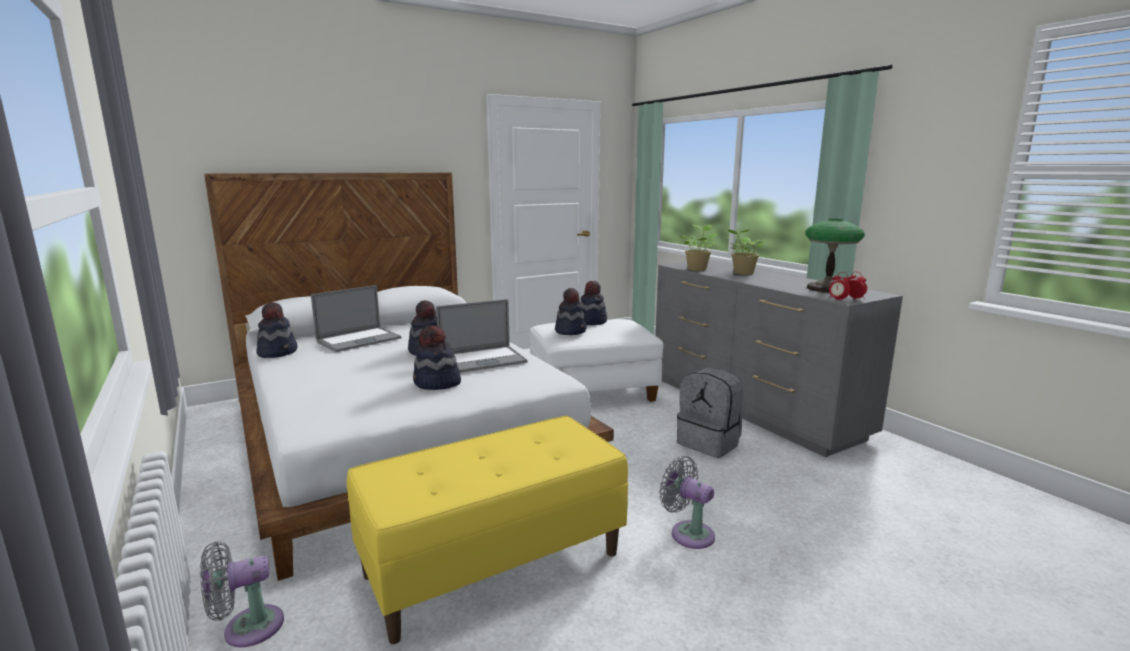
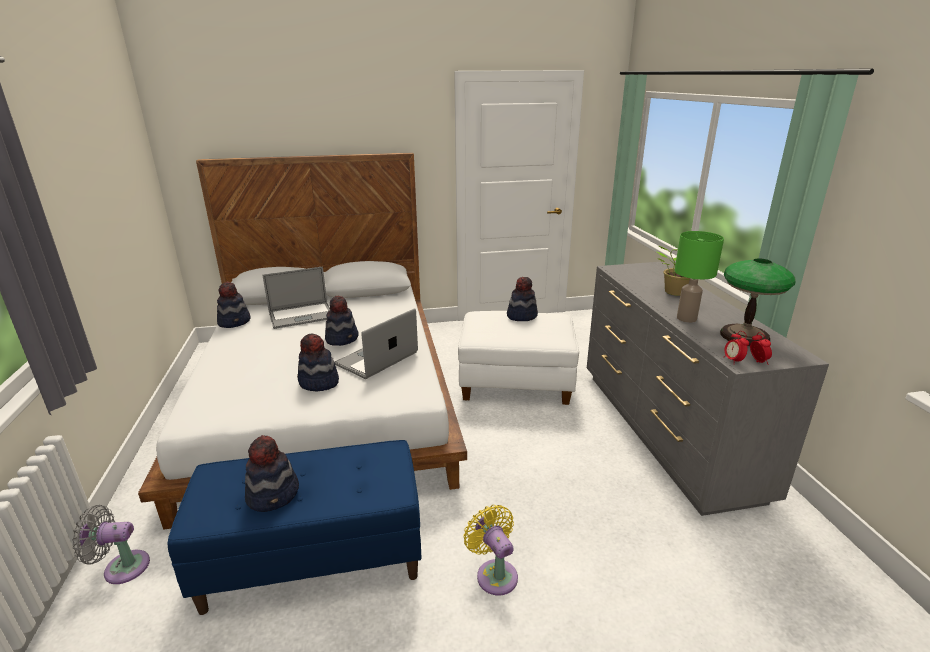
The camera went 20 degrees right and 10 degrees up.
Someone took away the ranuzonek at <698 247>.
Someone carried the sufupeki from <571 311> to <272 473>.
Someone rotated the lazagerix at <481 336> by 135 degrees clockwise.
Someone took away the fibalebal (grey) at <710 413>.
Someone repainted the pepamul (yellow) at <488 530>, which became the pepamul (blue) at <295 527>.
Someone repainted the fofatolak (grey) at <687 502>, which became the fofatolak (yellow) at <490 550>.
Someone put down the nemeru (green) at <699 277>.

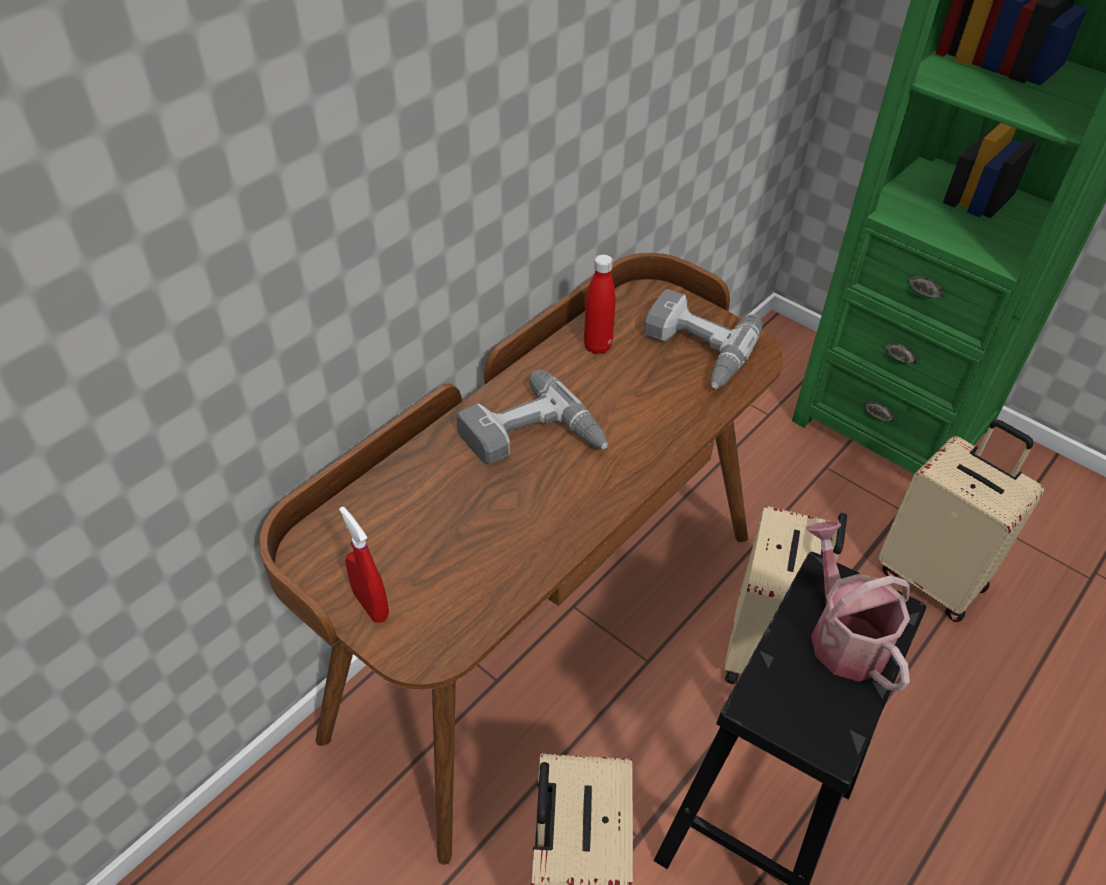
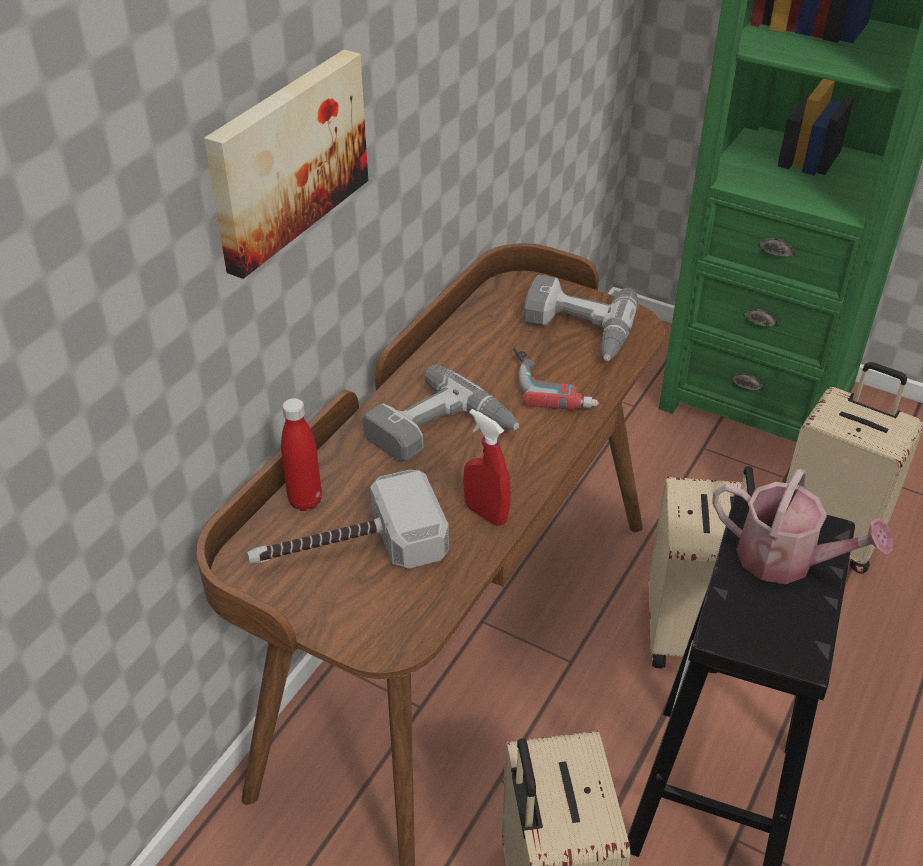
The camera went 10 degrees left and 5 degrees down.
Someone carried the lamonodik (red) from <600 304> to <301 454>.
Someone carried the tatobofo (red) from <364 565> to <487 467>.
Someone rotated the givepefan at <858 606> by 150 degrees clockwise.
Someone put up the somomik at <286 164>.
Someone put down the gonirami at <556 378>.
Someone put down the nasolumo at <348 519>.

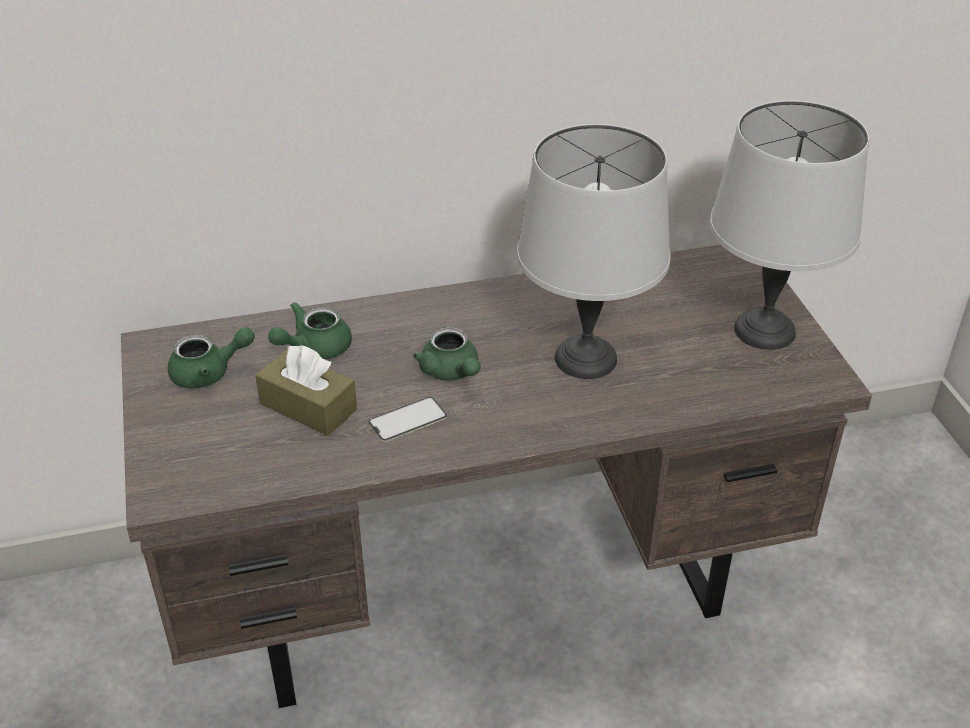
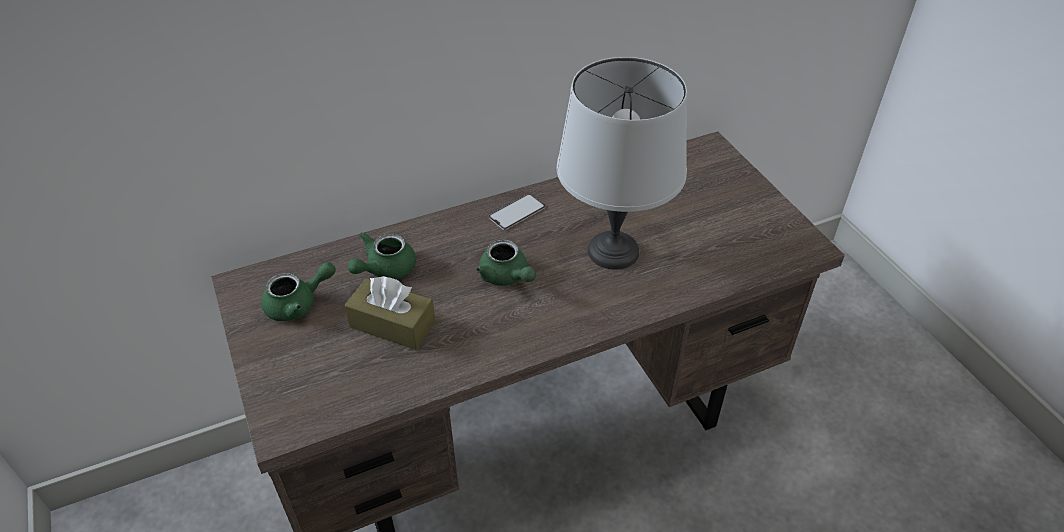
The camera went 10 degrees left and 5 degrees up.
Someone took away the nemeru (grey) at <789 225>.
Someone carried the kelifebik from <407 419> to <517 212>.

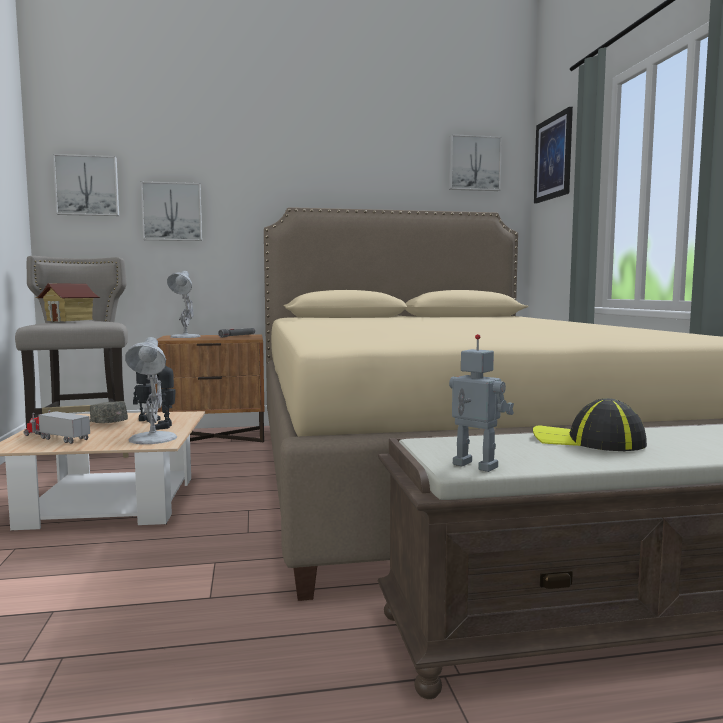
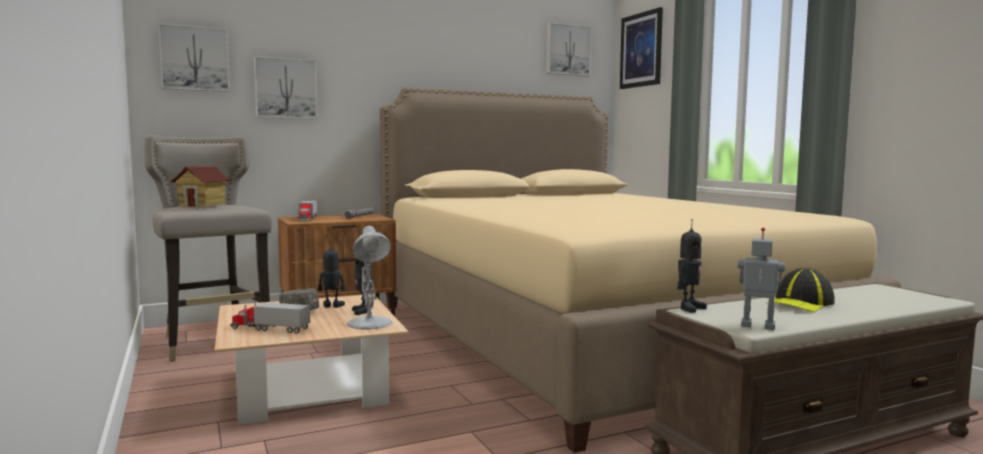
The camera went 15 degrees left and 0 degrees up.
Someone swapped the nemeru (white) at <184 304> for the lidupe at <307 210>.
Someone rotated the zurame at <590 424> by 60 degrees counterclockwise.
Someone put down the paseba at <692 266>.

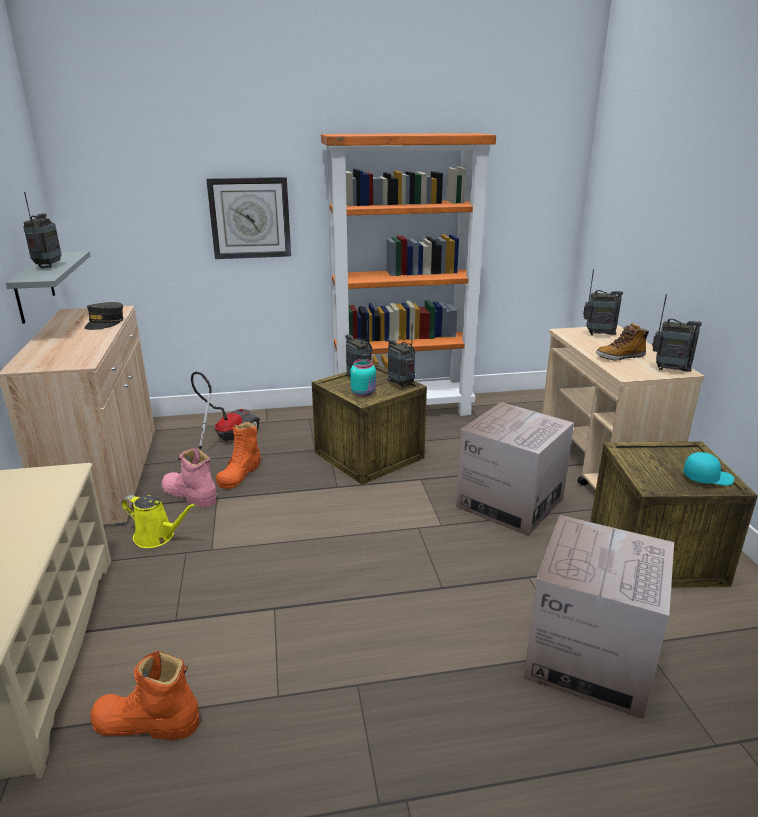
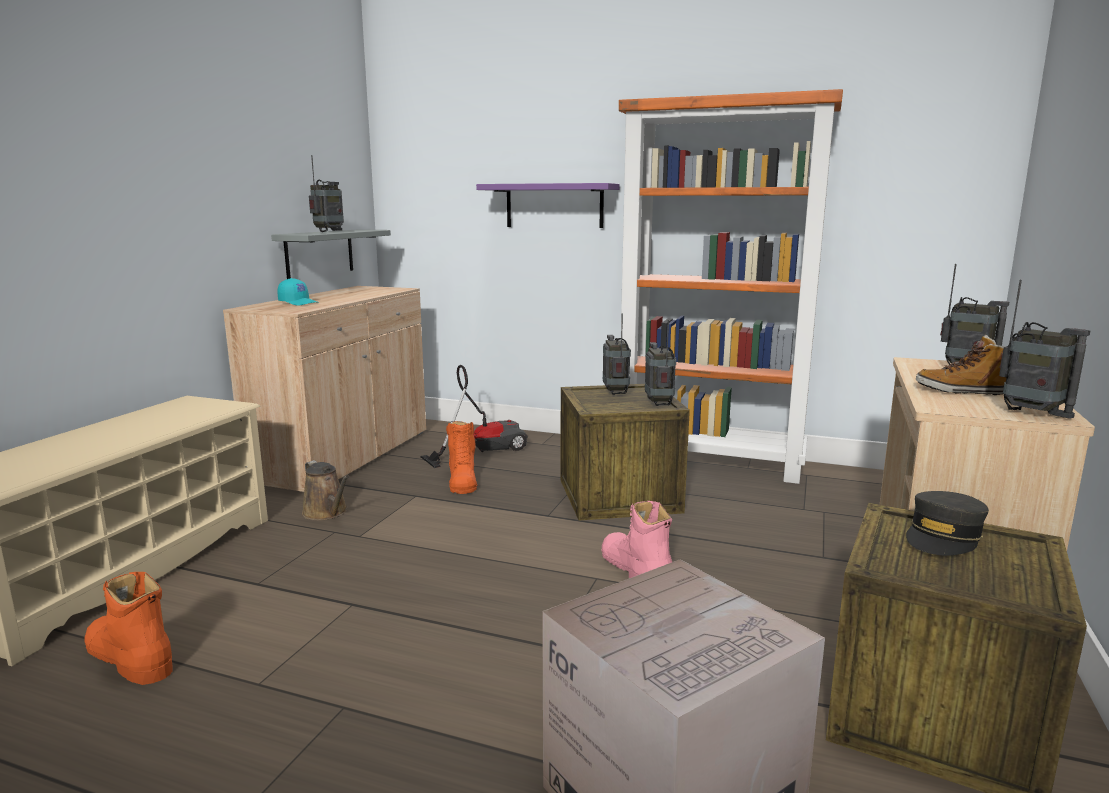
The camera went 30 degrees right and 10 degrees down.
Someone swapped the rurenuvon at <248 218> for the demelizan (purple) at <547 205>.
Someone carried the zurame (grey) from <103 316> to <947 523>.
Someone took away the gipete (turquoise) at <363 378>.
Someone took away the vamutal at <515 469>.
Someone rotated the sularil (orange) at <238 455> by 60 degrees counterclockwise.
Someone carried the sularil (pink) from <188 477> to <636 539>.
Someone carried the zurame (turquoise) from <708 469> to <298 292>.
Someone repainted the givepefan (yellow) at <159 521>, which became the givepefan (brown) at <325 490>.

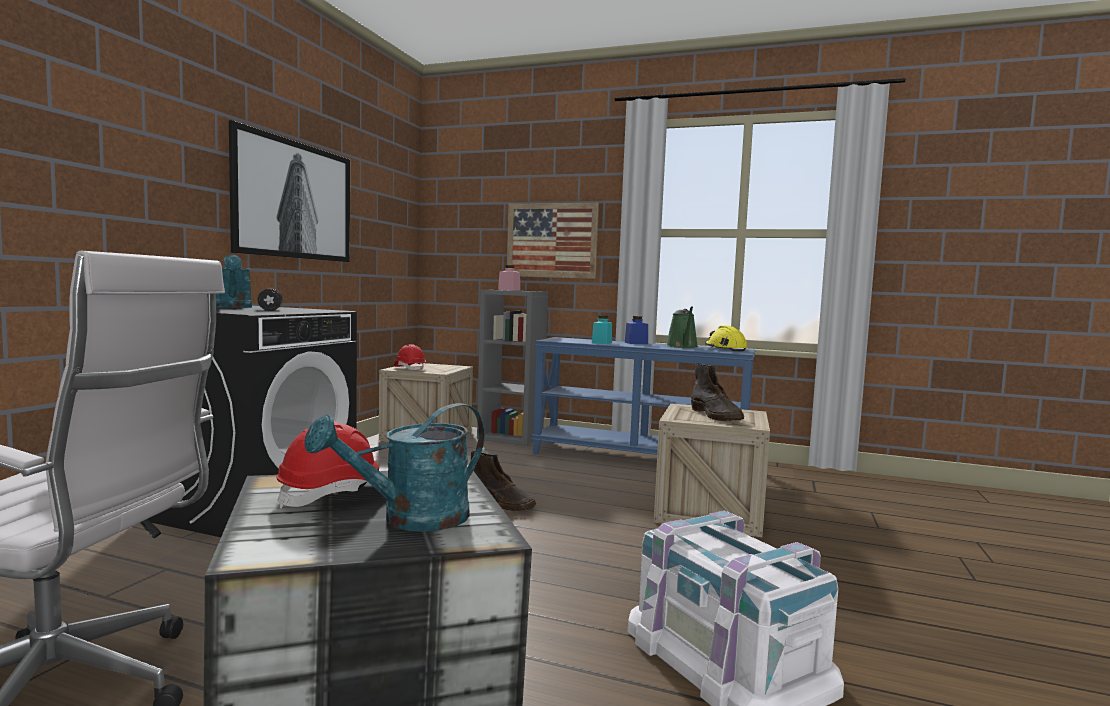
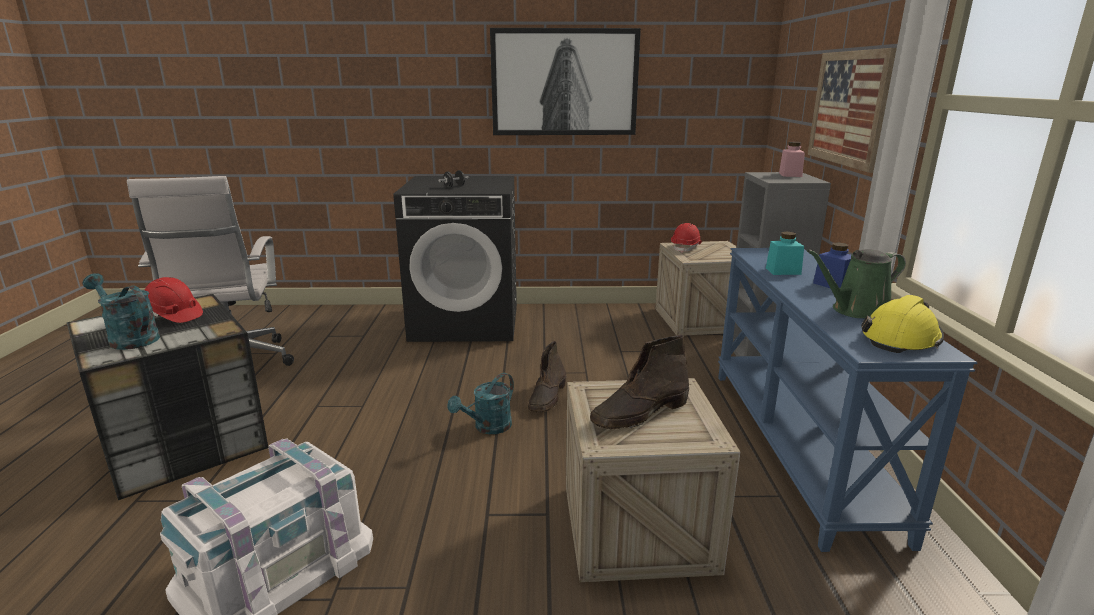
The camera went 70 degrees right and 15 degrees up.
Someone carried the givepefan (turquoise) from <234 281> to <481 403>.

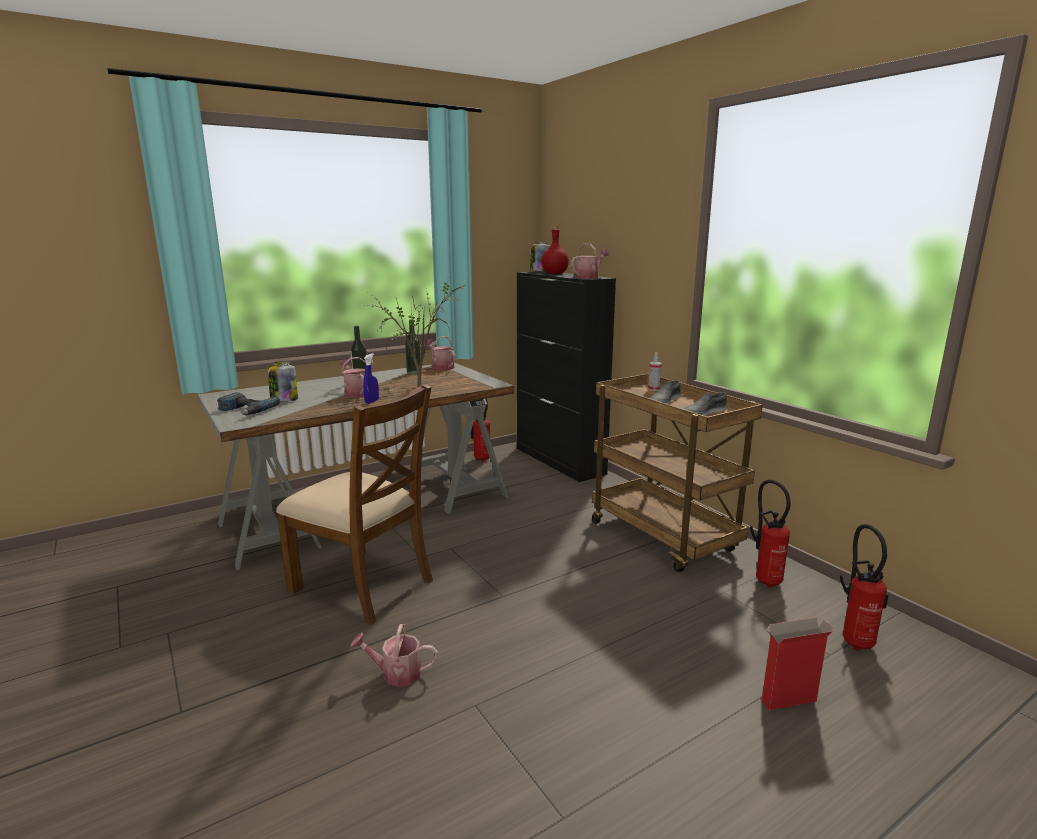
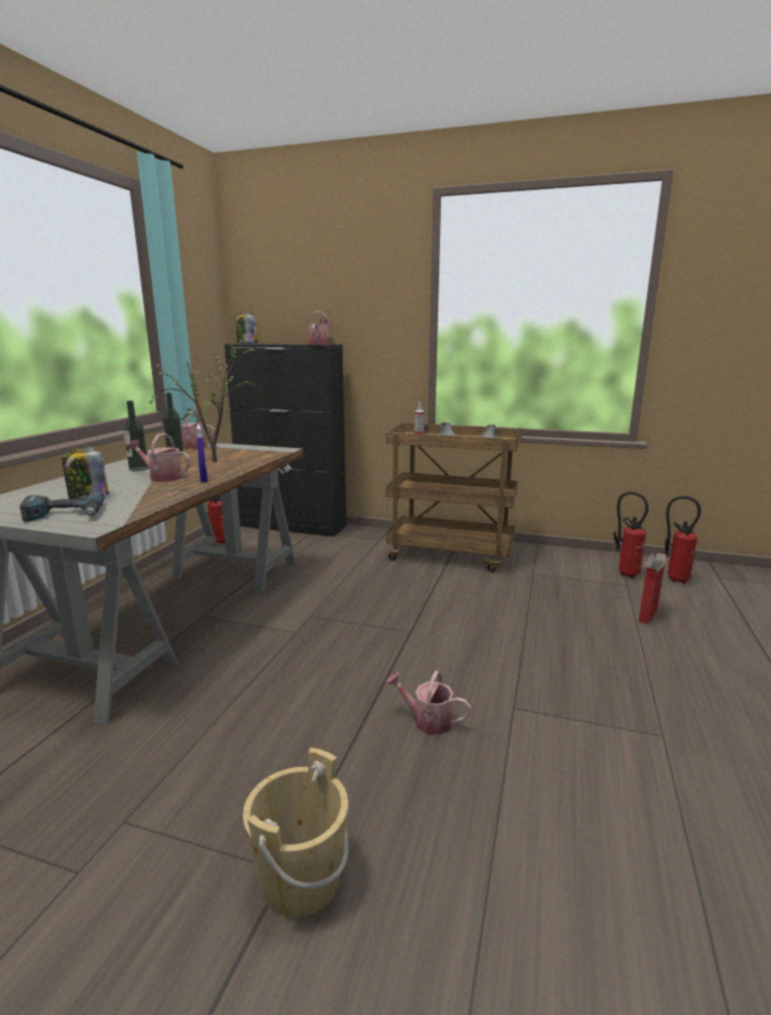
The camera went 40 degrees left and 0 degrees up.
Someone took away the lamonodik (red) at <555 250>.
Someone took away the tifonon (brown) at <354 504>.
Someone carried the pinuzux from <770 534> to <683 539>.
Someone rotated the givepefan at <394 655> by 60 degrees clockwise.
Someone put down the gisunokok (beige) at <295 833>.

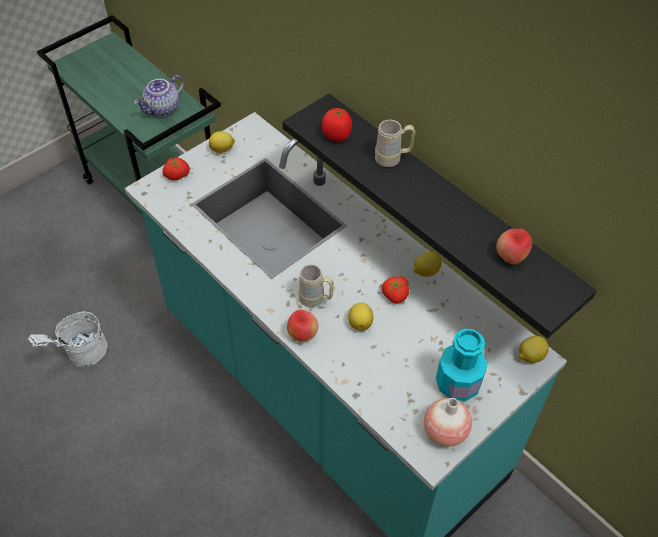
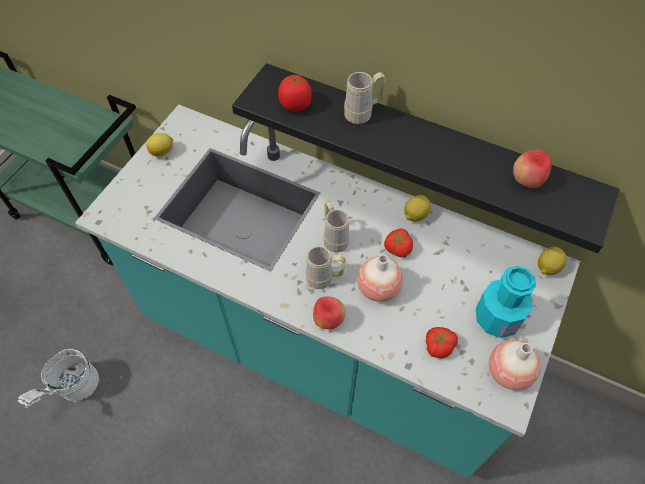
The camera went 20 degrees left and 5 degrees up.
Someone took away the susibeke at <159 96>.
Someone carried the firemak from <176 168> to <442 343>.
Someone swapped the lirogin at <360 317> for the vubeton at <380 278>.
Someone put down the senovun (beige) at <337 226>.

